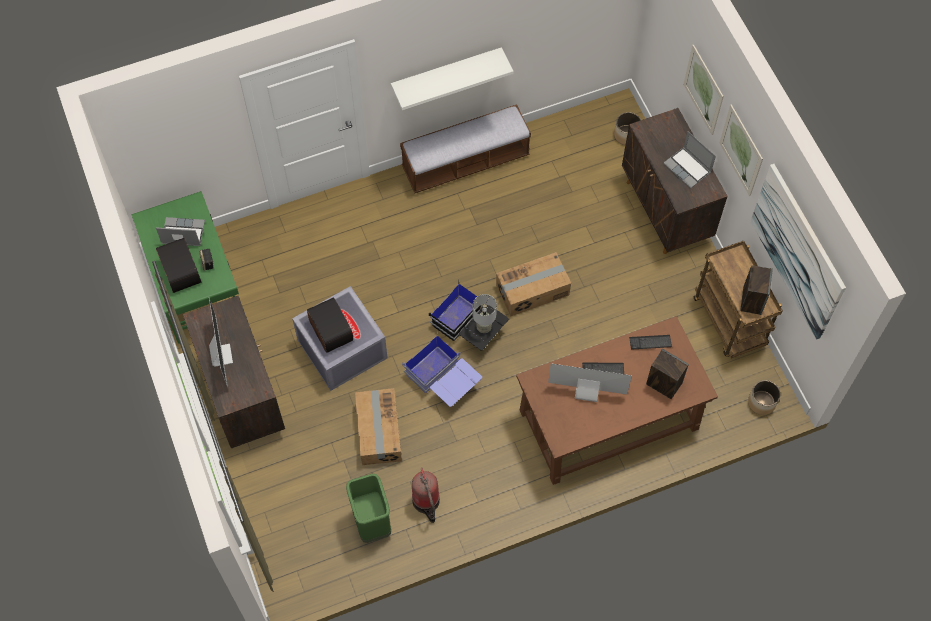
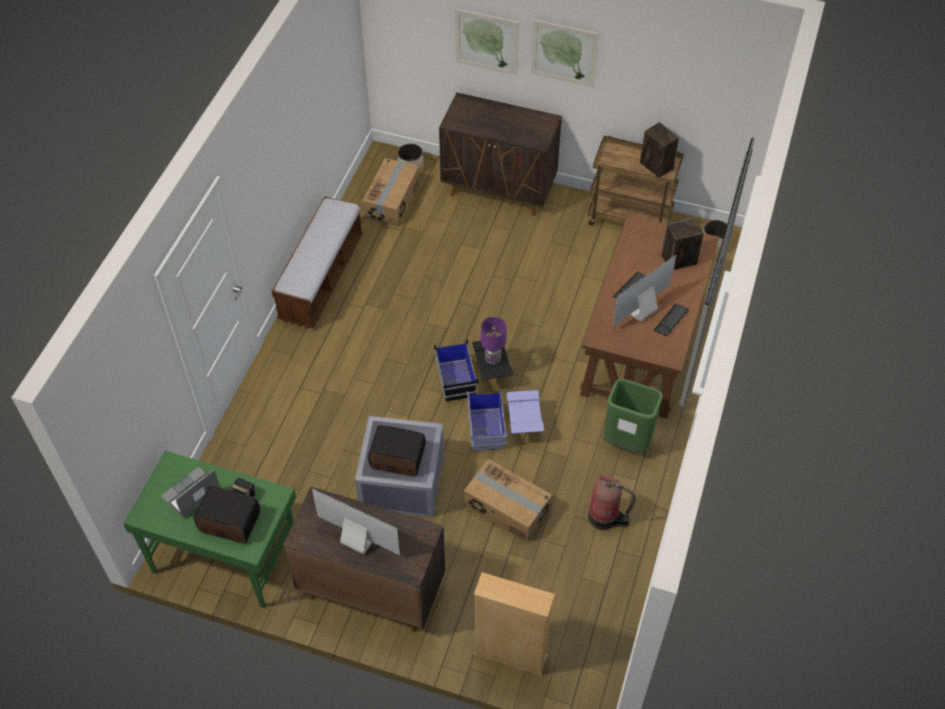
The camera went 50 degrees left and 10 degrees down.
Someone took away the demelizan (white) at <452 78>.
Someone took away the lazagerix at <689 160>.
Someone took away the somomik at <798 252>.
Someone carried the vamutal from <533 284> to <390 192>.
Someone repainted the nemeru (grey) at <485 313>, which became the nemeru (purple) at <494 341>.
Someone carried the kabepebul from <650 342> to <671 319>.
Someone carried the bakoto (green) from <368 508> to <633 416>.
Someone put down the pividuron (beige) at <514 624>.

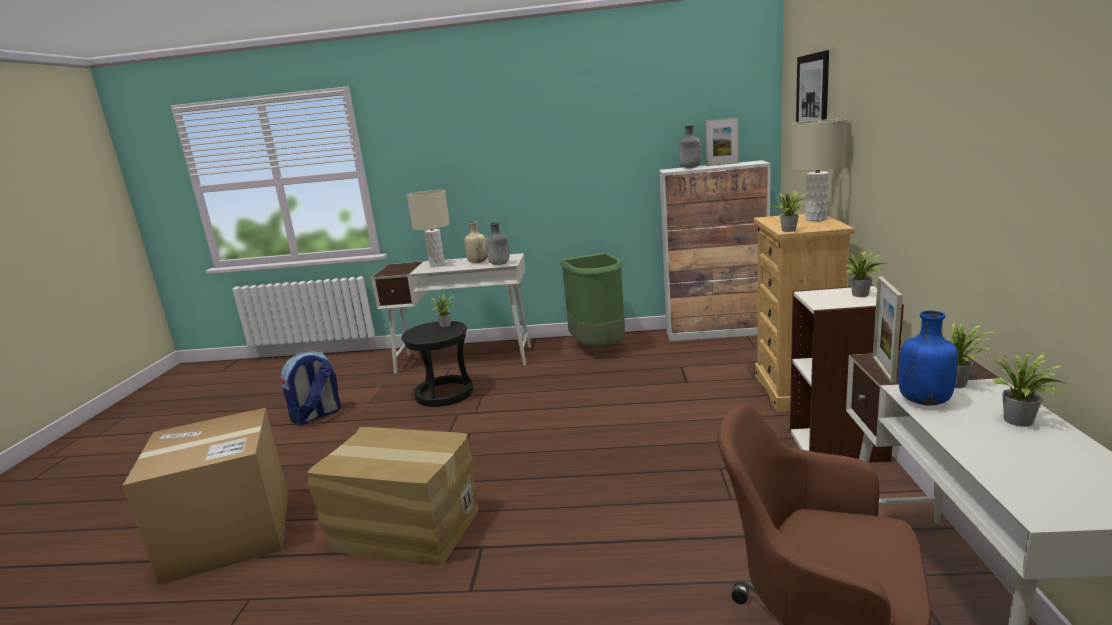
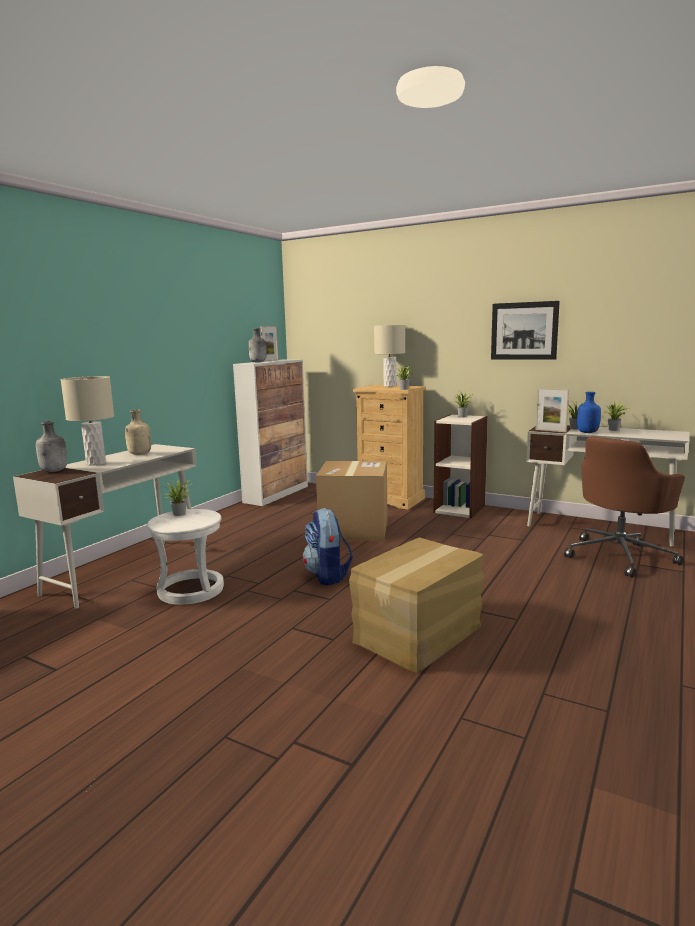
The camera went 65 degrees left and 5 degrees down.
Someone carried the somomik from <812 86> to <525 330>.
Someone carried the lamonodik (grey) from <497 243> to <51 446>.
Someone took away the bakoto (green) at <592 299>.
Someone repainted the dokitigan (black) at <437 364>, which became the dokitigan (white) at <185 557>.
Someone carried the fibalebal from <311 388> to <327 546>.
Someone carried the vamutal from <205 497> to <352 501>.

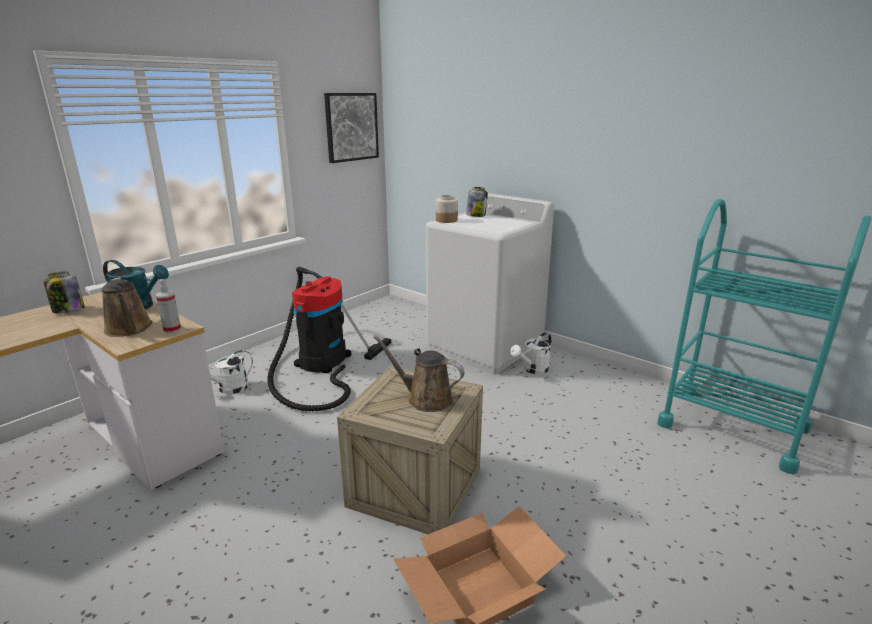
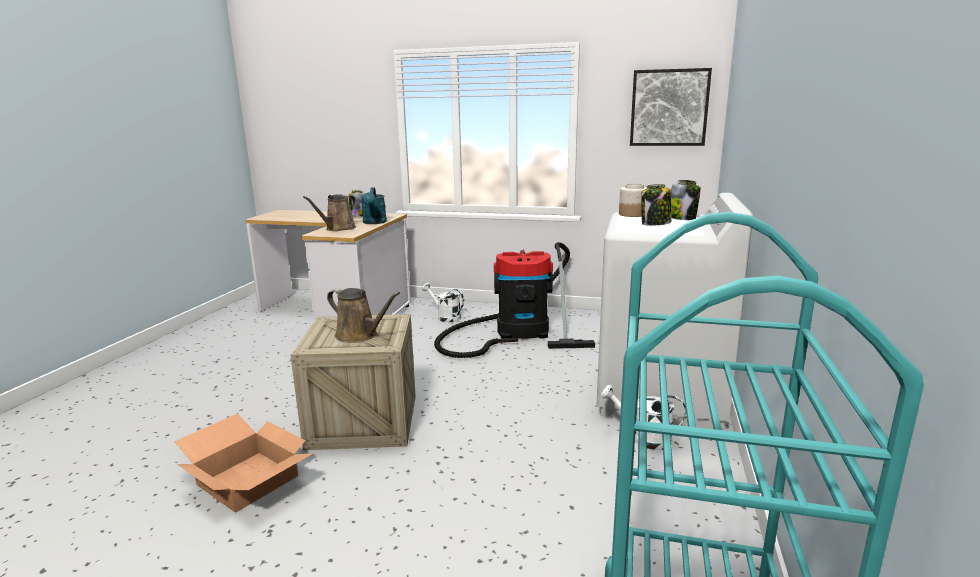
The camera went 65 degrees right and 5 degrees down.
Someone took away the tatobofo at <168 306>.
Someone rotated the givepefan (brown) at <419 373> by 120 degrees clockwise.
Someone put down the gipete at <656 205>.

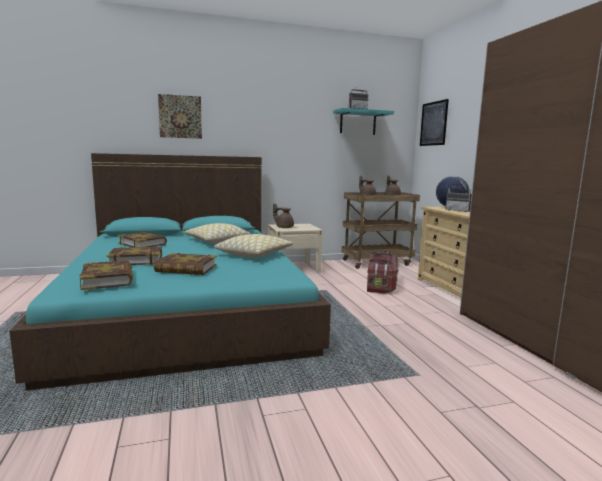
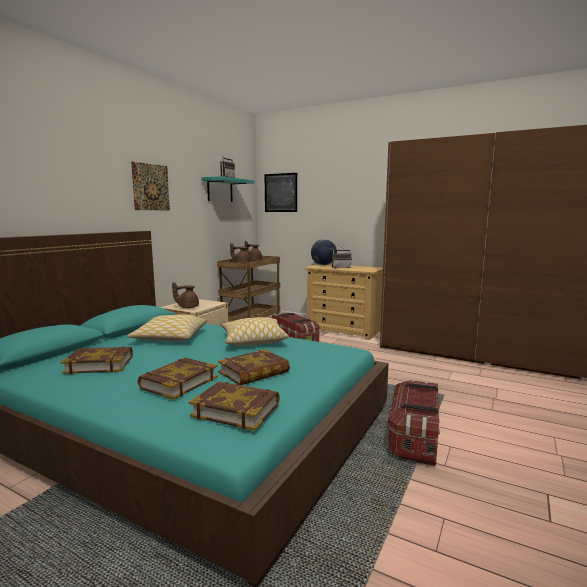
The camera went 45 degrees left and 0 degrees up.
Someone carried the somomik from <180 116> to <150 186>.
Someone put down the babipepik at <414 423>.

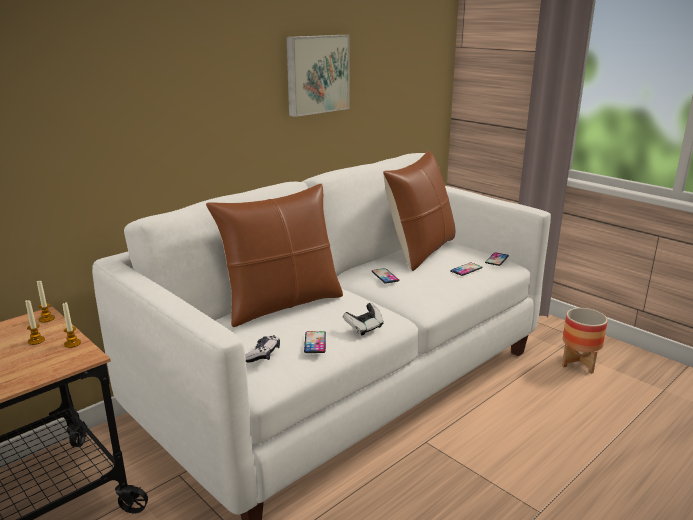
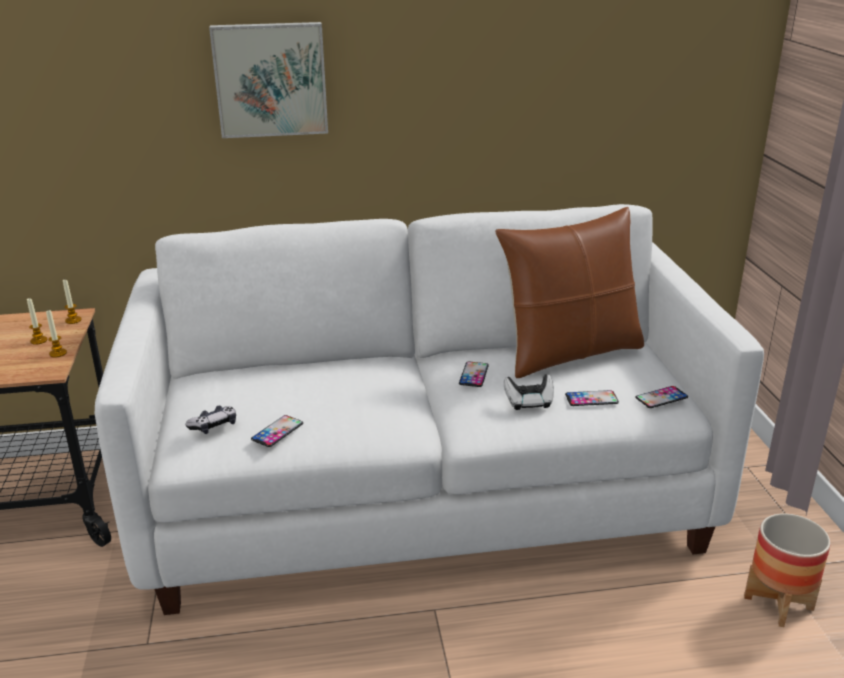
The camera went 35 degrees right and 5 degrees up.
Someone carried the somomik from <318 76> to <268 80>.
Someone took away the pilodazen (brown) at <274 255>.
Someone carried the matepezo from <363 319> to <529 392>.

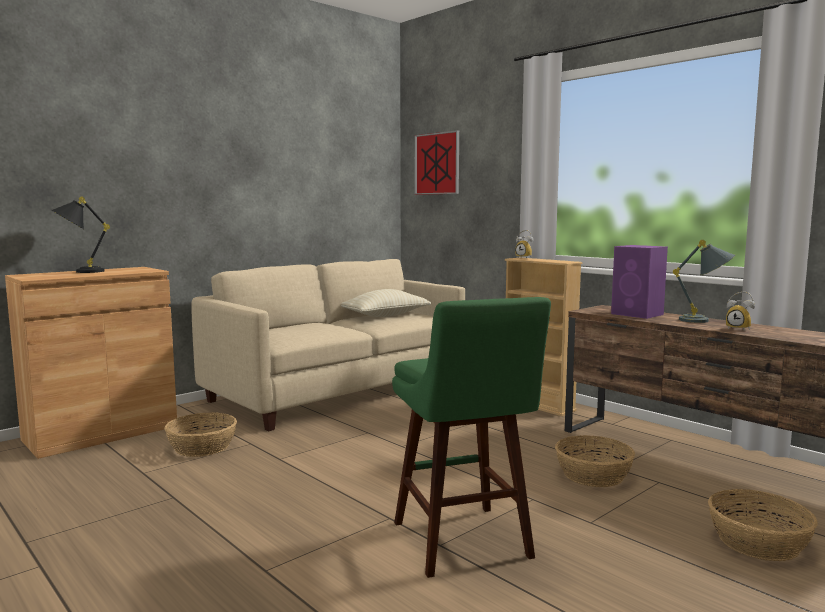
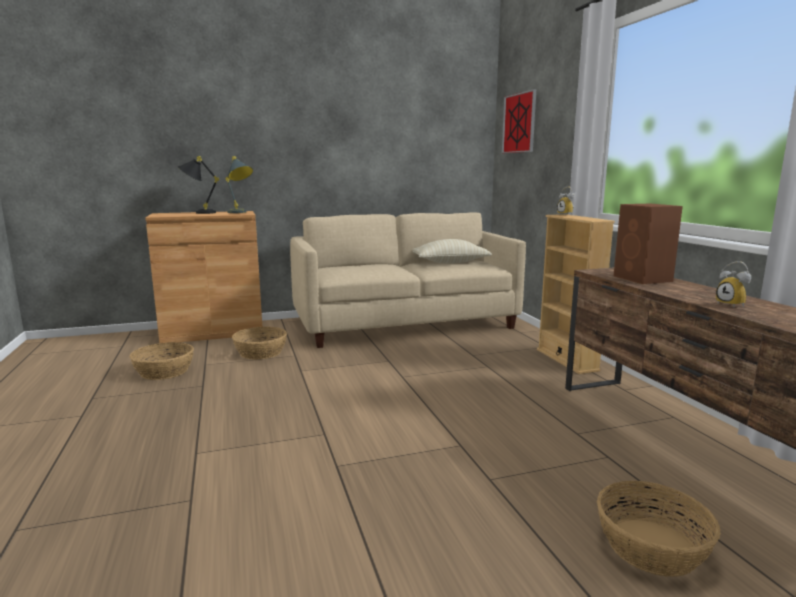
The camera went 25 degrees right and 5 degrees up.
Someone carried the nemeru (grey) from <704 281> to <239 184>.
Someone repainted the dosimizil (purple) at <639 282>, which became the dosimizil (brown) at <648 244>.
Someone took away the dokitigan (green) at <471 437>.
Someone carried the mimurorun from <595 461> to <161 361>.

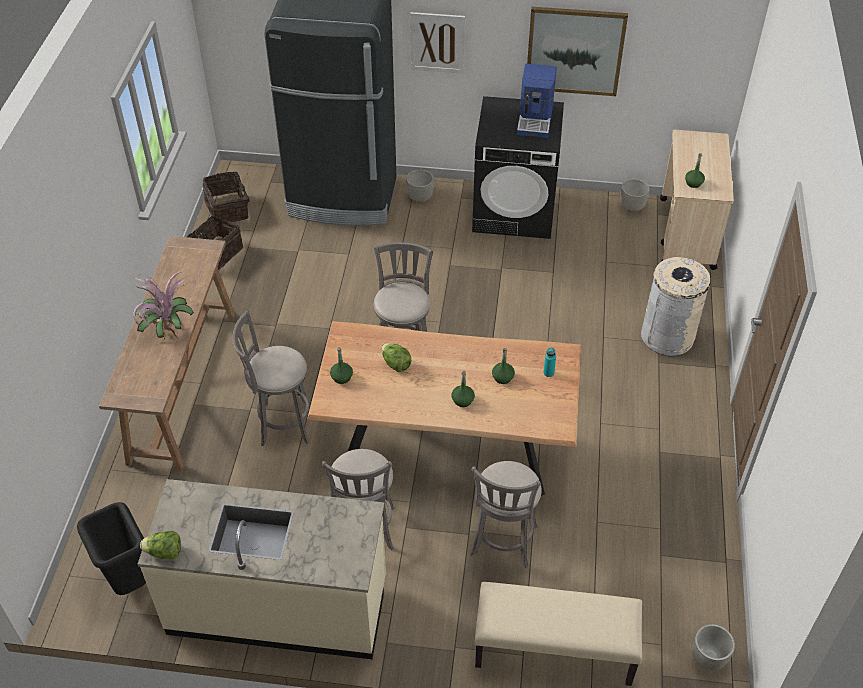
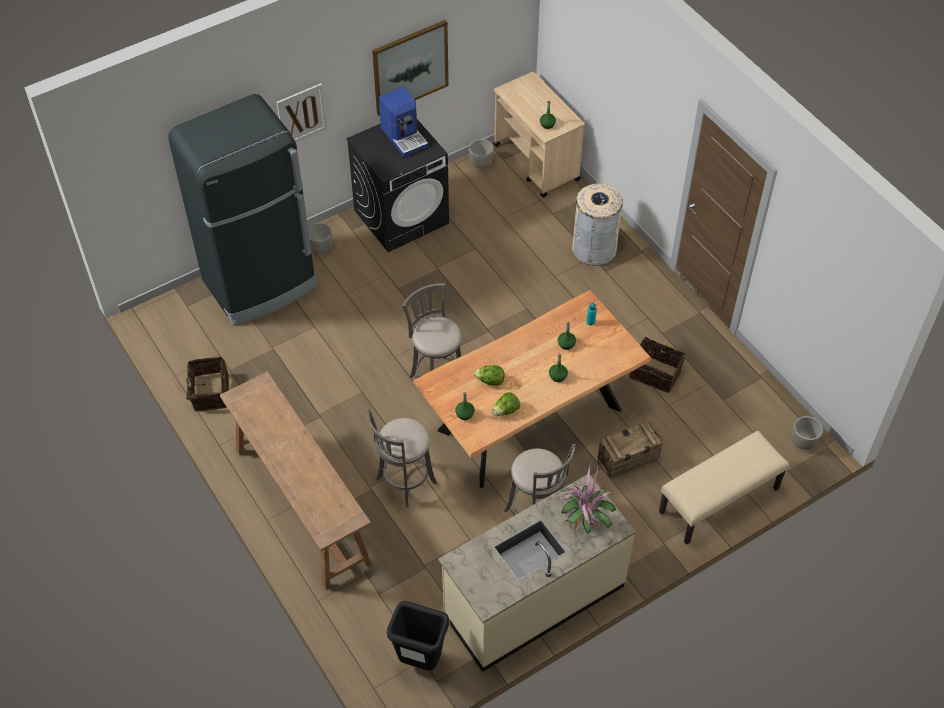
The camera went 40 degrees left and 5 degrees up.
Someone carried the mimurorun from <226 197> to <657 365>.
Someone carried the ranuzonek from <163 306> to <587 500>.
Someone swapped the dokitigan (grey) at <506 514> for the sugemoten at <630 449>.
Someone carried the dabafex from <160 545> to <506 404>.

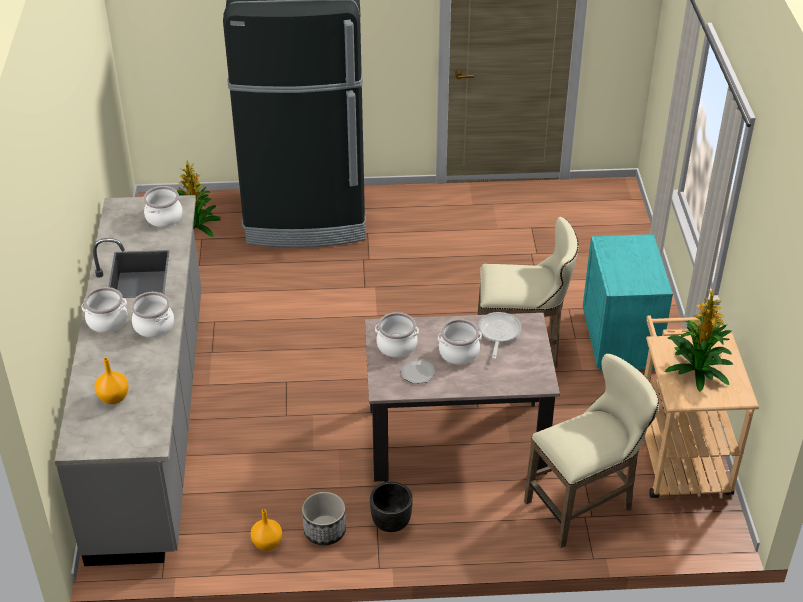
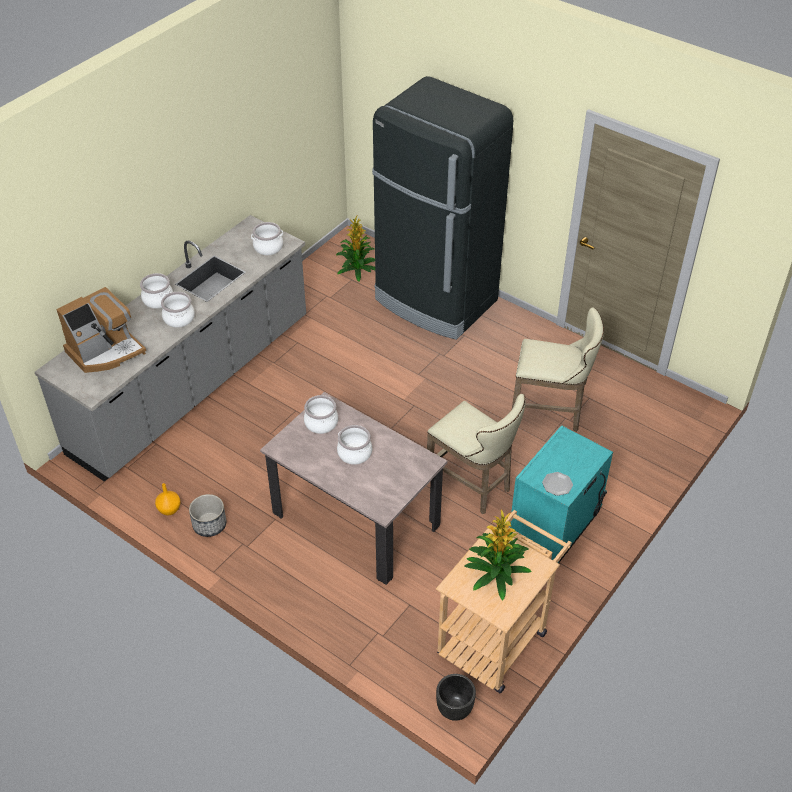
The camera went 40 degrees right and 5 degrees up.
Someone took away the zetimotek at <499 335>.
Someone carried the dokitigan (beige) from <591 450> to <558 369>.
Someone swapped the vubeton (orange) at <112 381> for the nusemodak at <101 330>.
Someone carried the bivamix from <418 371> to <557 484>.
Someone carried the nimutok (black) from <391 507> to <456 697>.

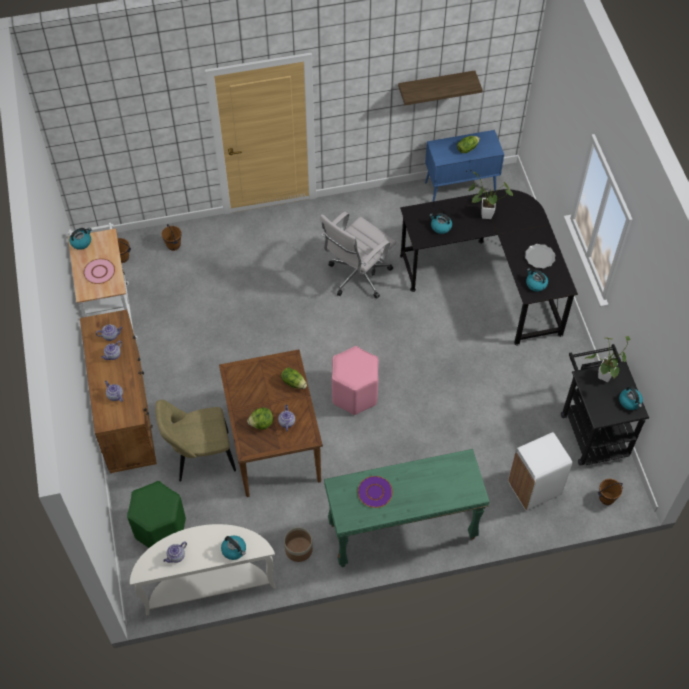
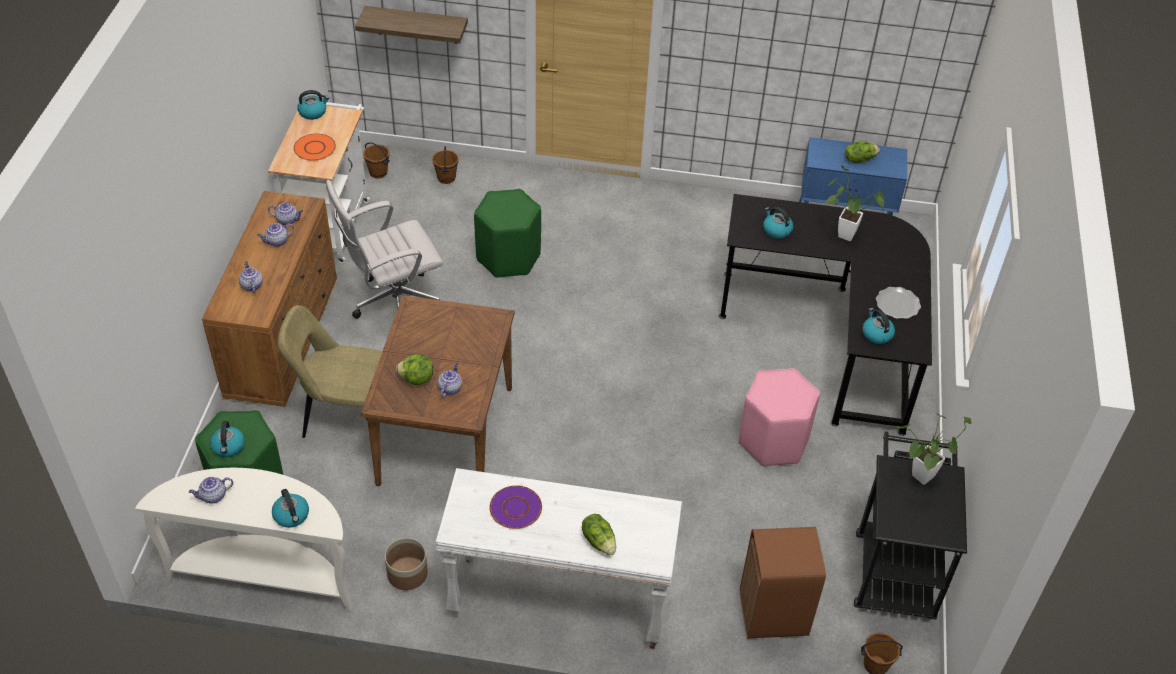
The camera went 20 degrees right and 10 degrees down.
Someone carried the demelizan from <440 88> to <411 25>.
Someone carried the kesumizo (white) from <358 255> to <384 249>.
Someone repainted the bivamix (pink) at <99 271>, which became the bivamix (orange) at <315 147>.
Someone carried the dokitigan (pink) from <355 380> to <779 417>.
Someone carried the dabafex from <294 378> to <599 534>.
Someone carried the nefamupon from <631 398> to <227 439>.
Someone repainted the bakoto (white) at <540 471>, which became the bakoto (brown) at <783 582>.
Someone repainted the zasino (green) at <407 508>, which became the zasino (white) at <559 558>.
Someone put down the dokitigan (green) at <507 233>.

